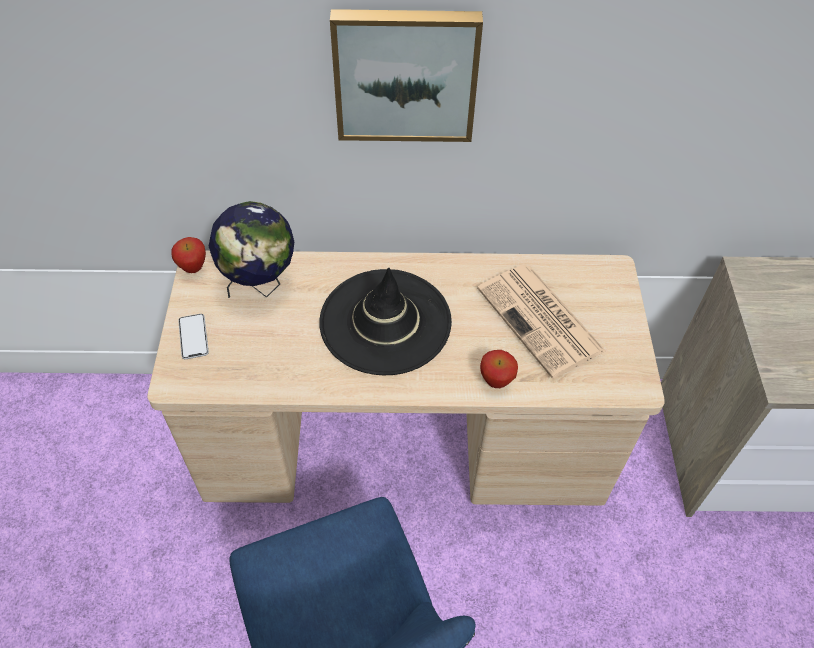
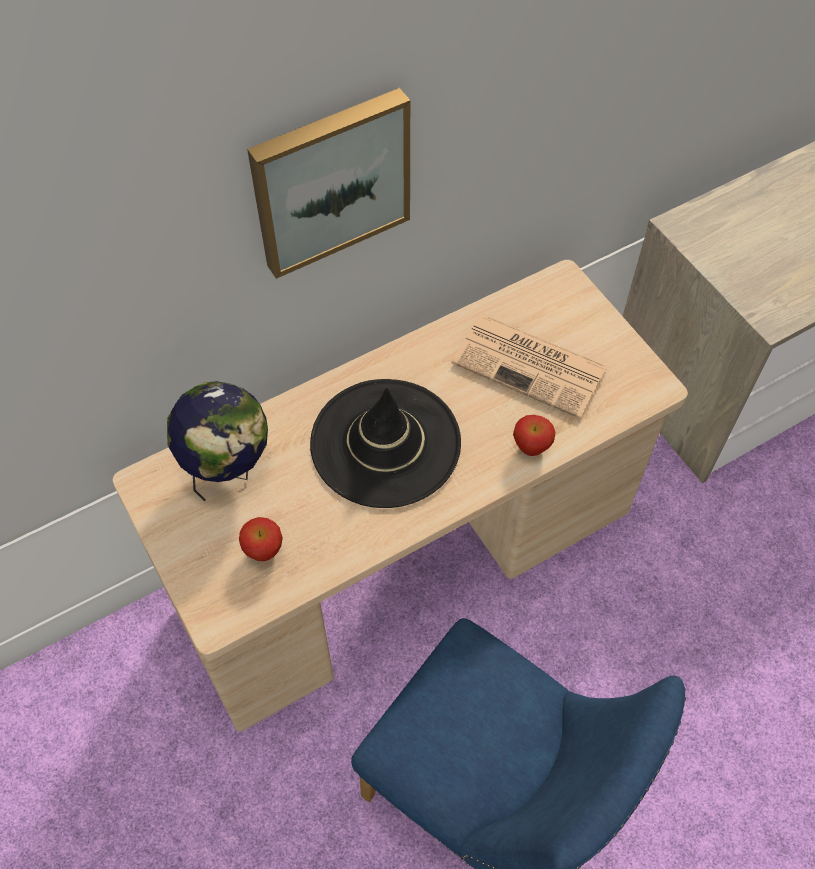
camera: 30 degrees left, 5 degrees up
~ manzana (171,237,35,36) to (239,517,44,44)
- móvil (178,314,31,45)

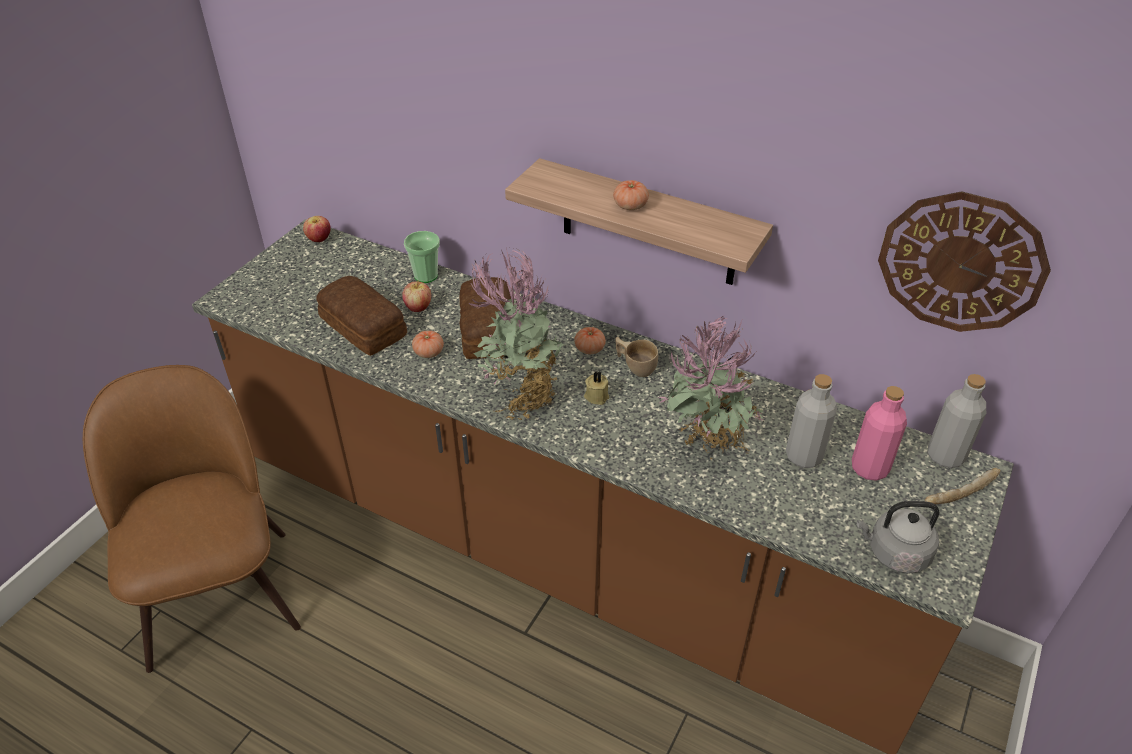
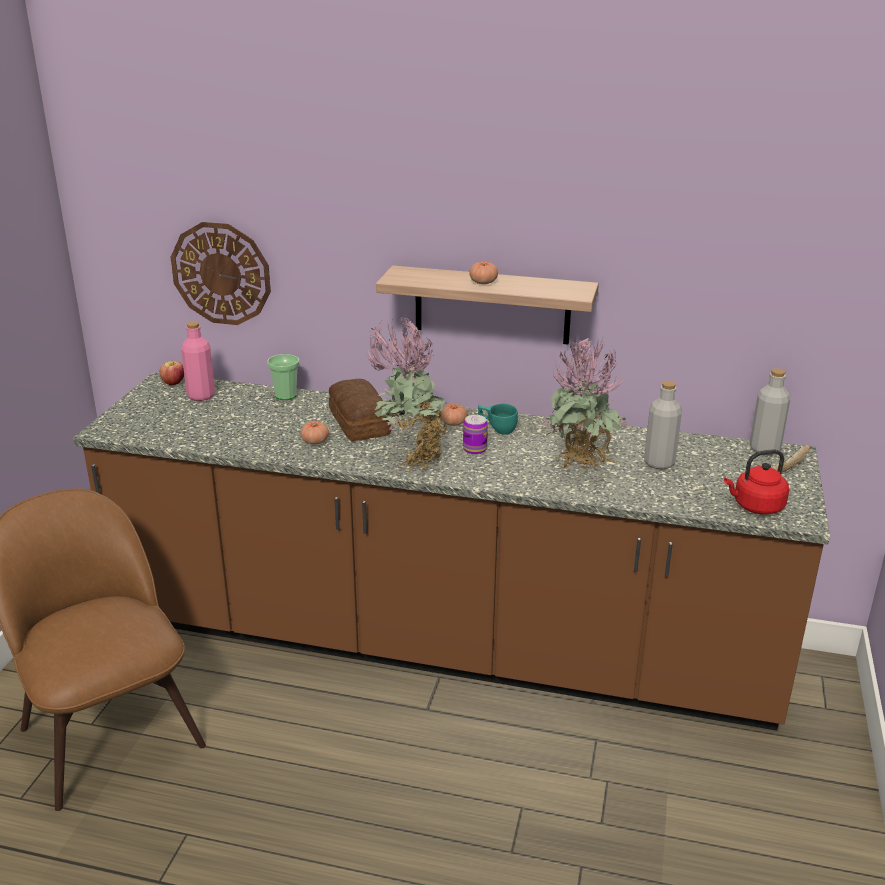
camera: 15 degrees left, 15 degrees down
~ reloj de pared (878,191,173,141) to (171,222,100,103)
~ botella/rosa (852,386,55,95) to (181,321,34,80)
~ vela/beis (584,371,25,34) to lata (463,415,25,40)
~ taza/beis (616,337,42,40) to taza/turquesa (478,404,40,31)
~ hervidor/gris (857,501,82,73) to hervidor/rojo (724,450,65,65)
- pan (316,276,91,80)
- manzana (402,281,29,31)

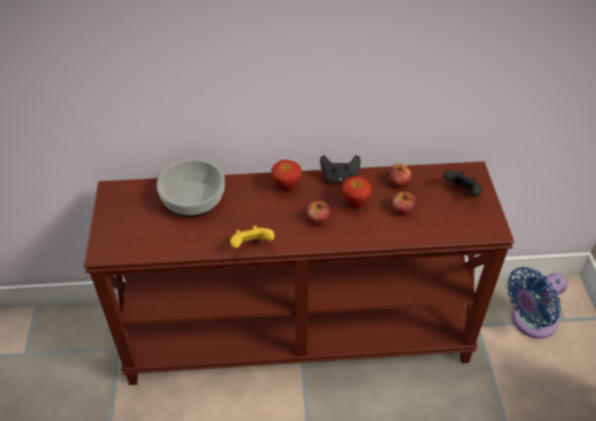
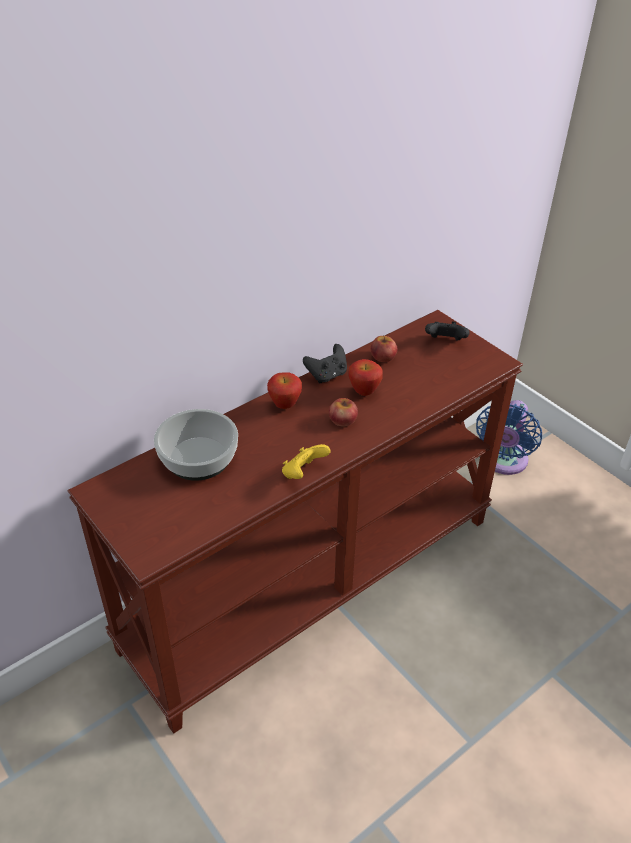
camera: 35 degrees left, 5 degrees down
- manzana (391,191,26,25)

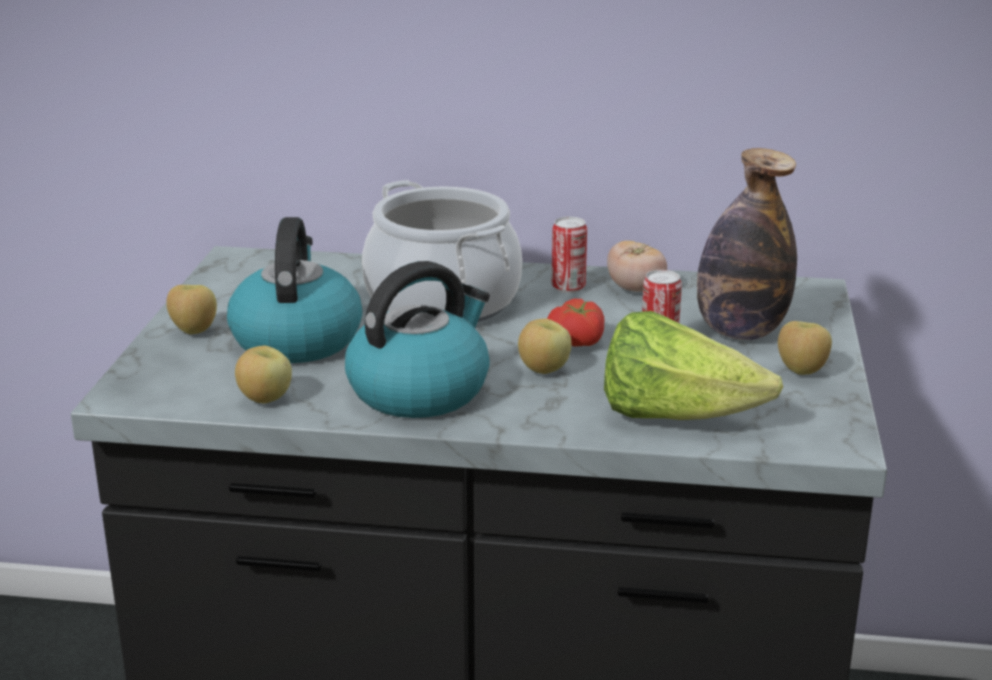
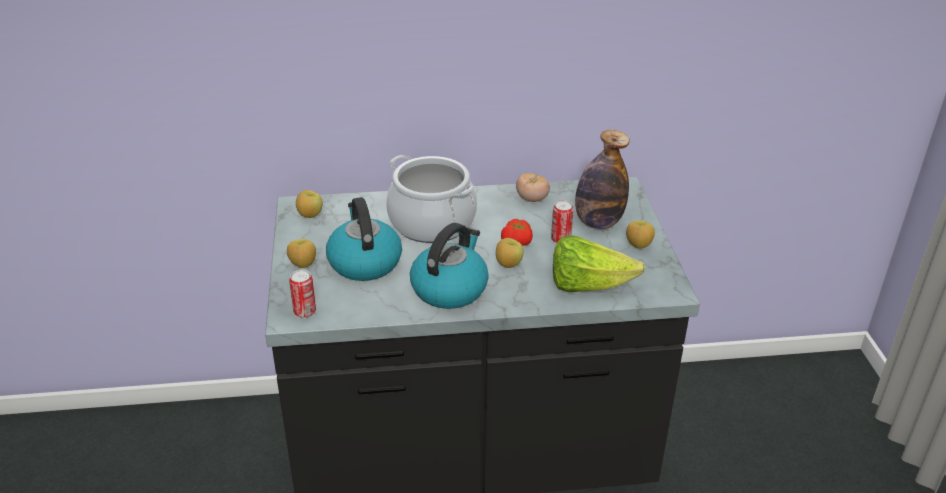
camera: 15 degrees left, 10 degrees up
~ lata (551,217,36,76) to (289,269,27,49)
~ manzana (235,346,57,58) to (296,190,27,28)

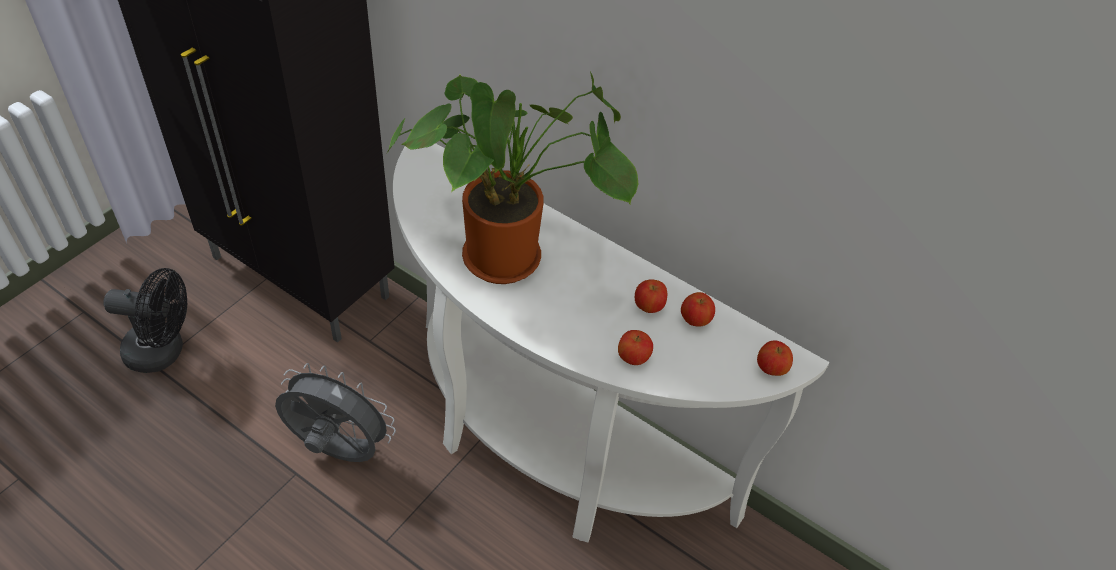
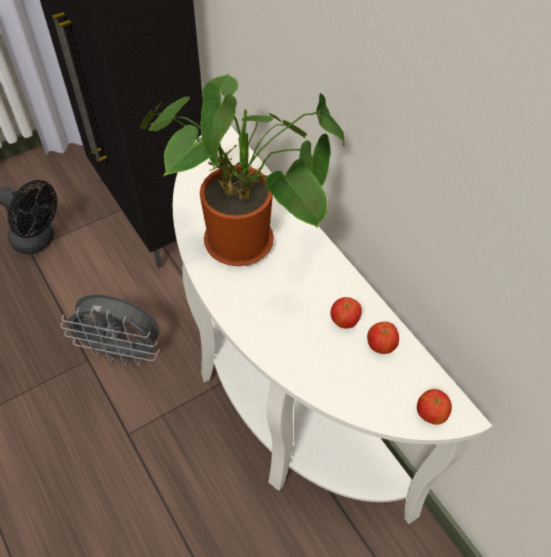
camera: 25 degrees right, 5 degrees up
~ ventilador/gris (275,363,121,99) = (61,294,99,72) 150 degrees clockwise
- manzana (618,330,35,35)

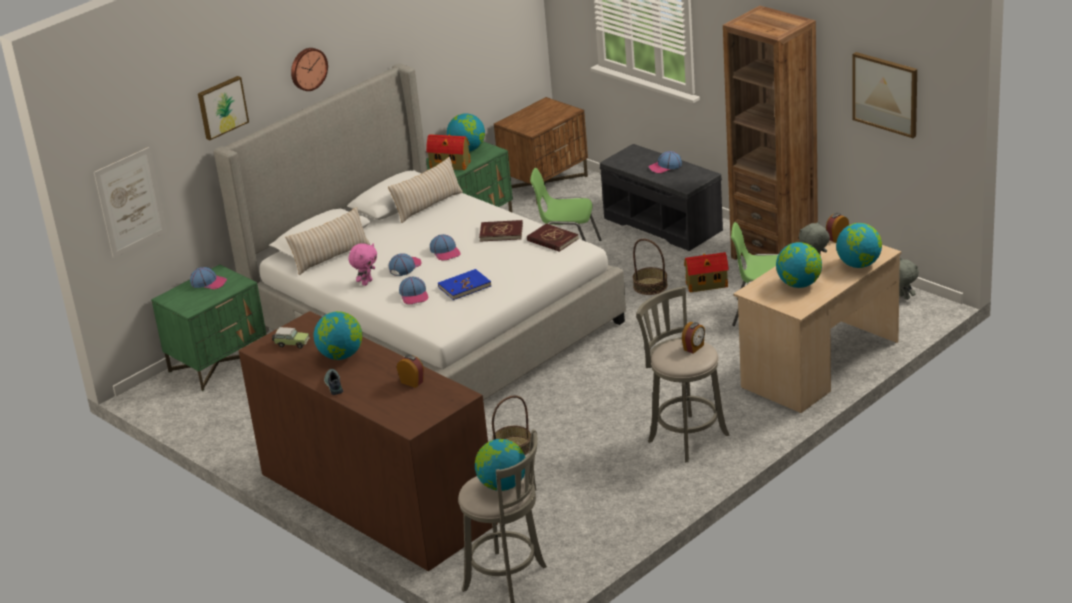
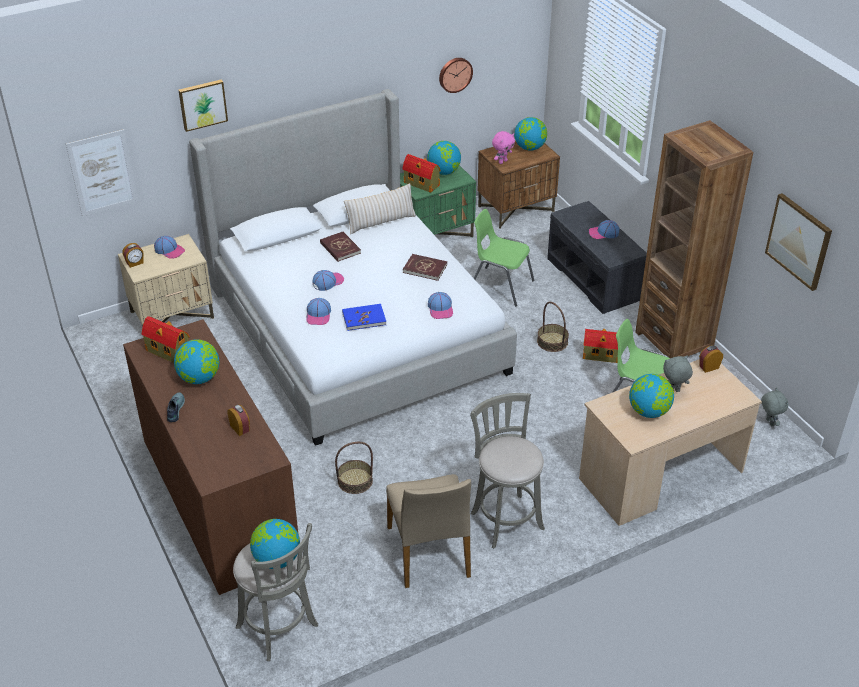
camera: 15 degrees right, 10 degrees up
~ mesita de noche/verde (151,264,116,127) to mesita de noche/beis (118,234,96,93)
~ despertador (682,322,23,32) to (122,243,22,25)
~ coche de juguete (272,327,38,22) to casita (141,316,49,47)
~ libro/rojo (527,224,52,28) to (320,232,41,30)
+ silla/beis (386,474,85,114)
~ gorra (430,234,30,27) to (428,292,25,27)
~ reloj de pared (291,48,37,43) to (439,58,34,35)
~ peluche/rosa (348,243,29,43) to (492,131,23,33)
~ globo terráqueo (836,223,46,45) to (514,117,33,34)
- cojín/beis (285,207,85,68)

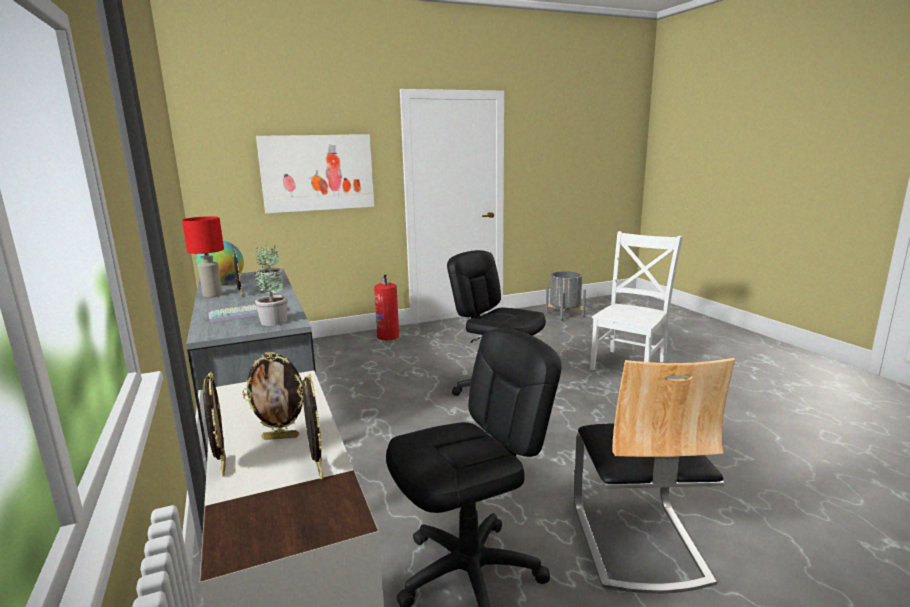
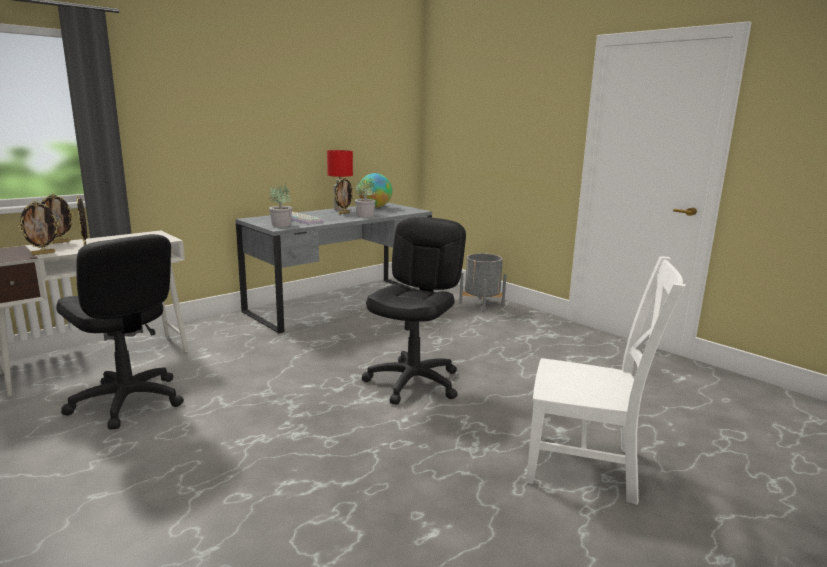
camera: 70 degrees right, 0 degrees up
~ maceta/gris (546,271,40,50) to (459,253,48,59)
- cuadro (256,134,118,79)
- extintor (374,275,25,65)
- silla (574,358,161,236)

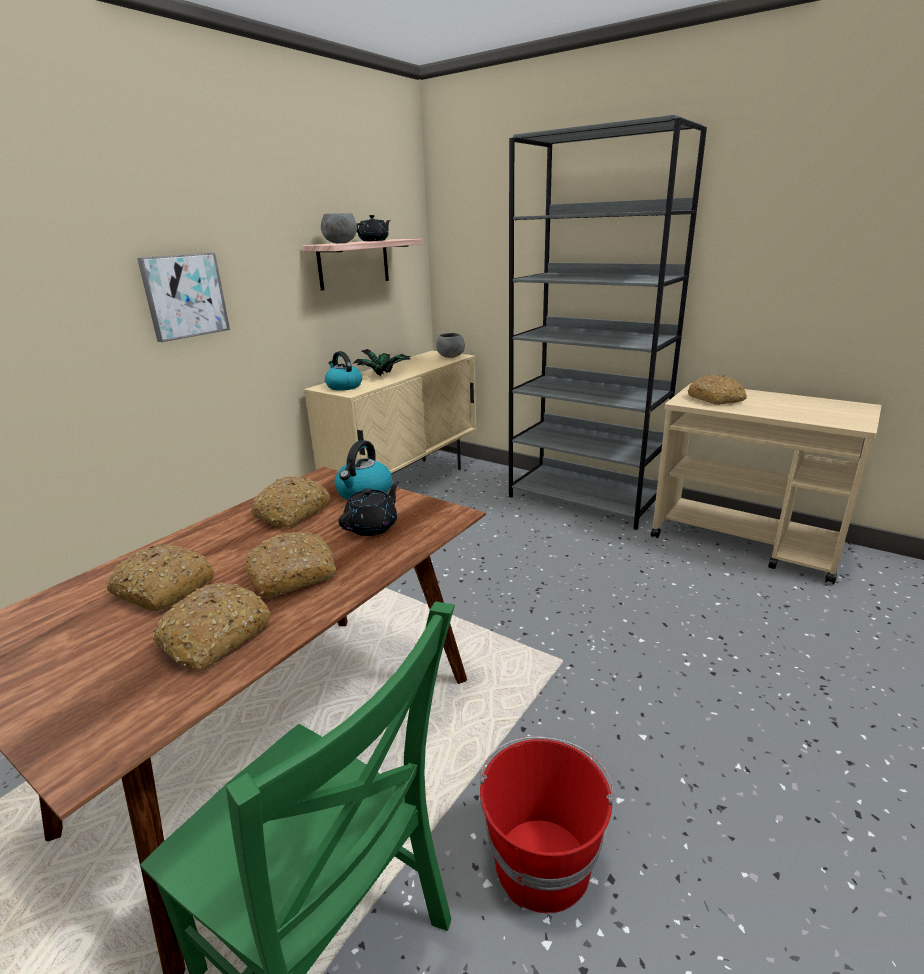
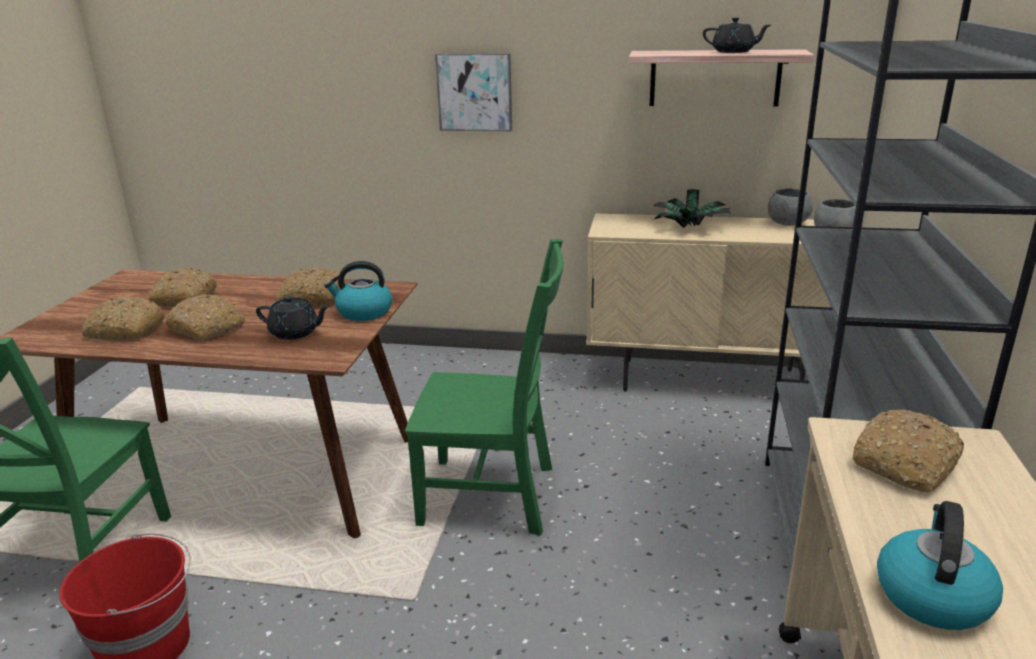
camera: 65 degrees right, 0 degrees up
+ silla/verde (405,239,158,297)
~ cuenco/gris (321,213,36,30) to (768,188,45,38)
~ hervidor (325,351,37,40) to (877,501,126,129)

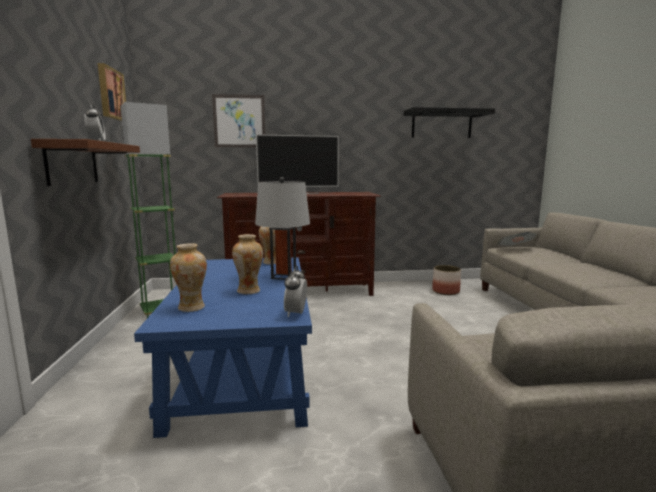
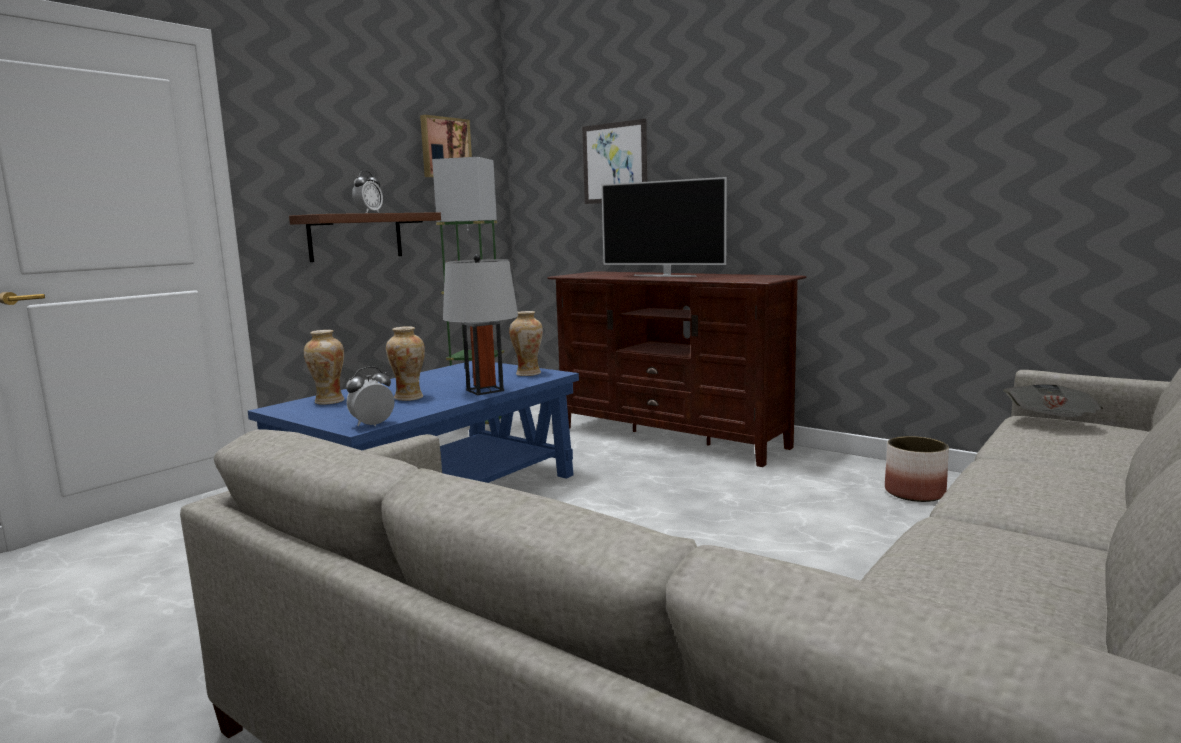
camera: 45 degrees right, 0 degrees up
- estante/negro (403,107,92,31)

